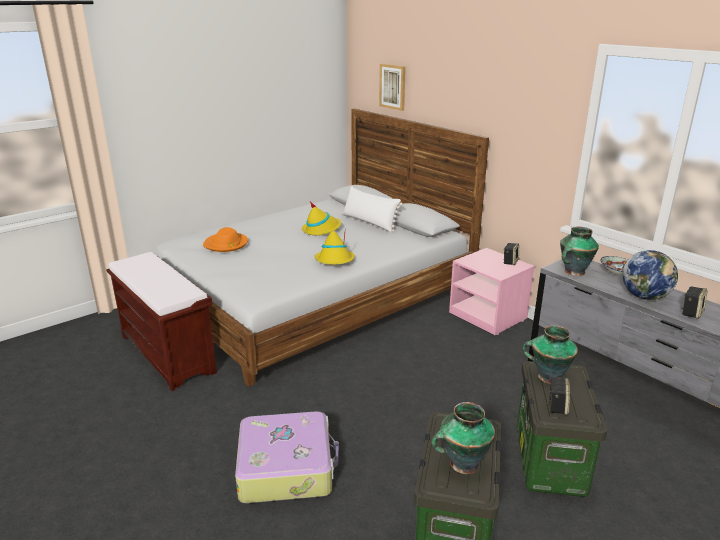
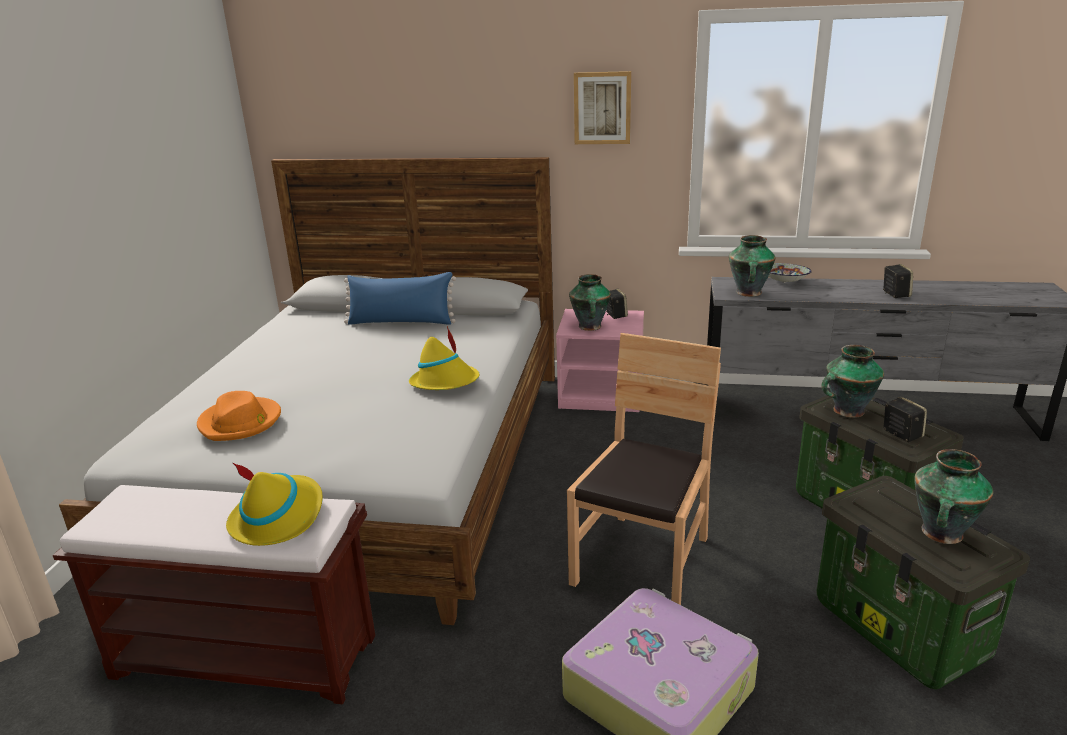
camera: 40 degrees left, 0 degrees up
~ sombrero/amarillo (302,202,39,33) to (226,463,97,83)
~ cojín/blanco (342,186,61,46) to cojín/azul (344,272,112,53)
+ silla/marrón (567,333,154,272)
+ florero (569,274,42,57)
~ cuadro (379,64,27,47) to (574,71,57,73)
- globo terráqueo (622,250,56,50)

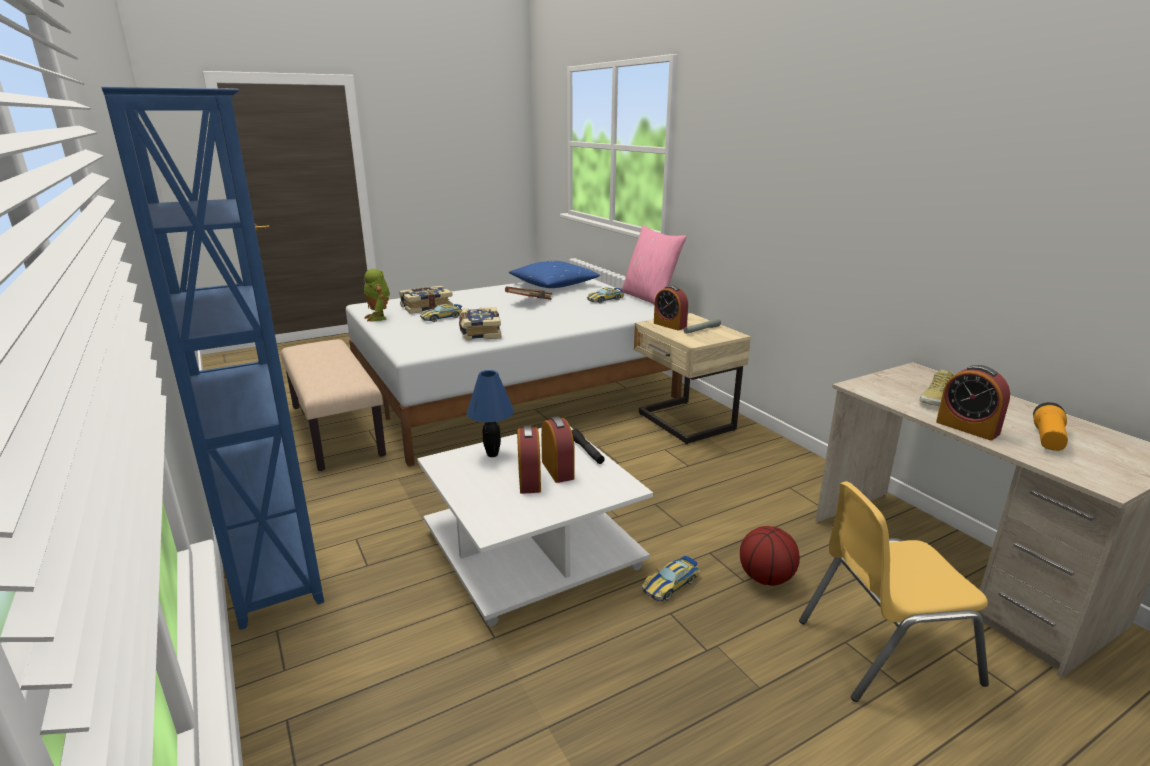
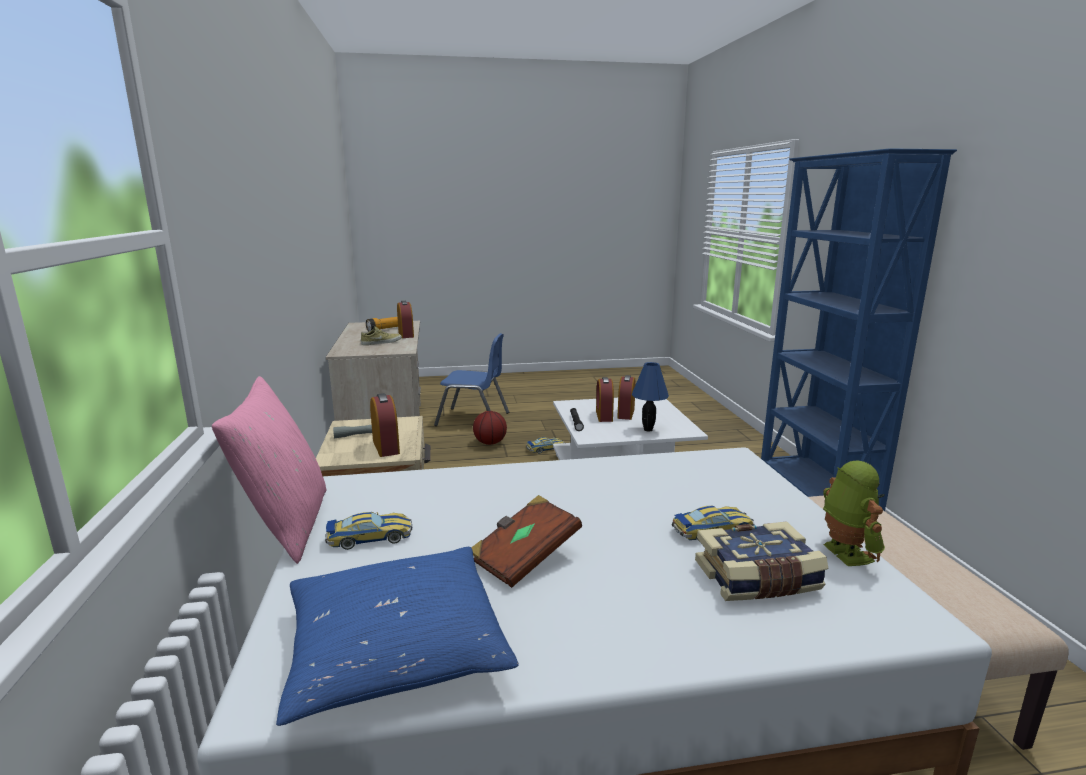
camera: 160 degrees left, 5 degrees down
~ silla/amarillo (799,481,190,221) to silla/azul (434,333,75,93)
- libro (459,307,42,34)

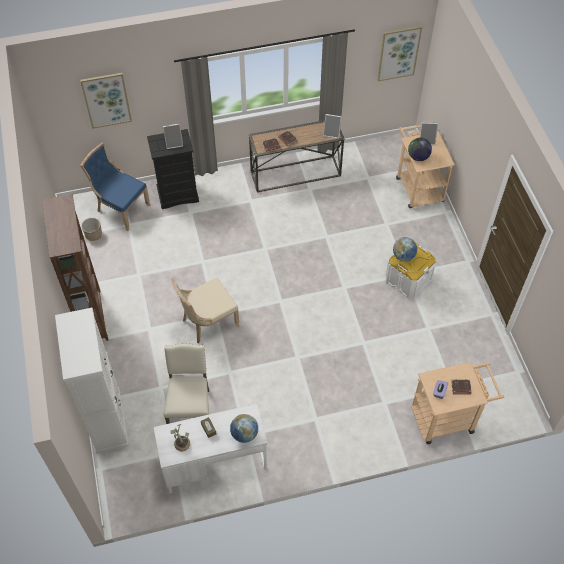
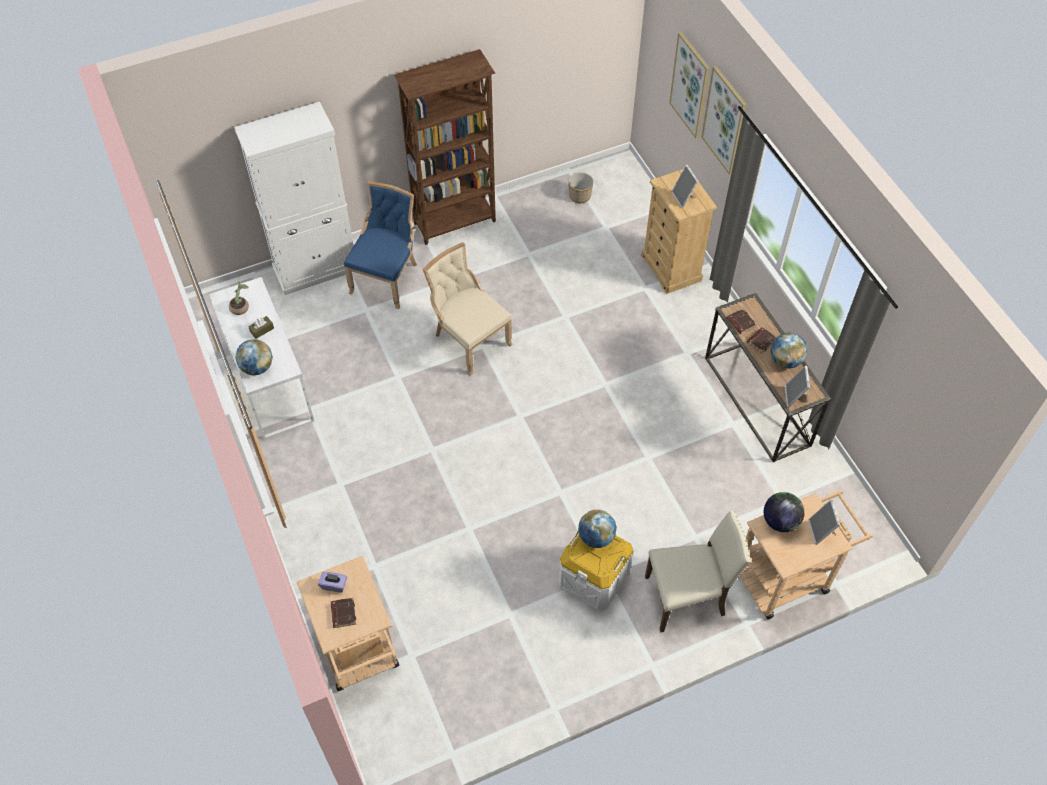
camera: 80 degrees right, 0 degrees up
~ silla/azul (80,143,71,88) to (344,181,73,128)
~ cómoda/negro (147,129,52,80) to cómoda/beis (642,169,75,125)
~ silla/beis (164,343,45,81) to (645,510,107,123)
~ cuadro (377,26,45,55) to (701,66,46,109)
+ globo terráqueo (770,332,38,36)

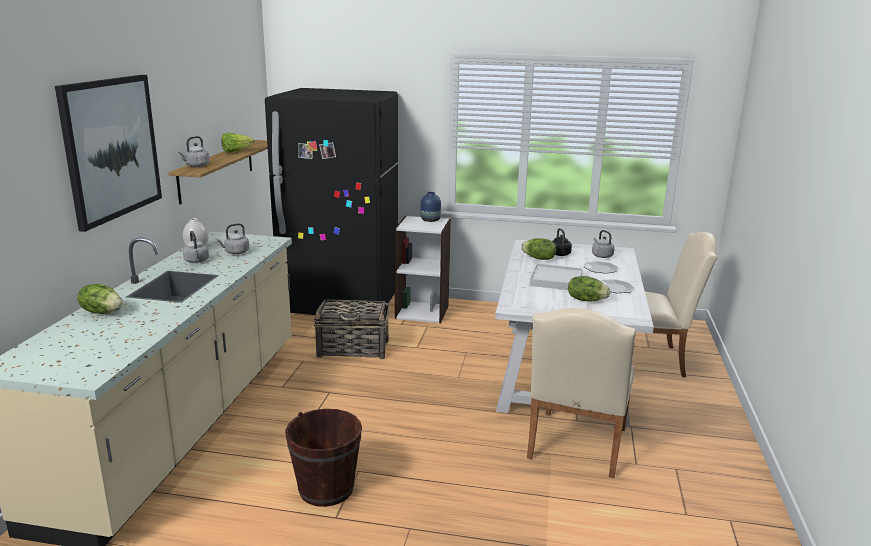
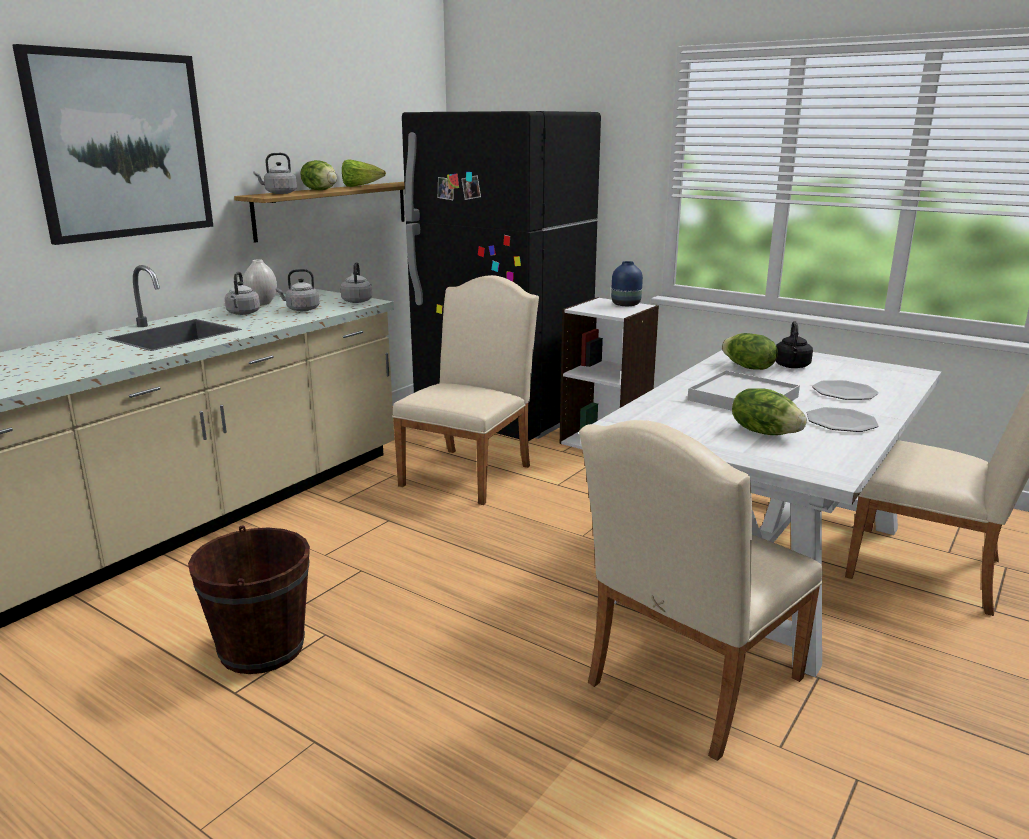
camera: 25 degrees right, 0 degrees up
~ lechuga (77,284,46,30) to (301,160,36,30)
~ hervidor/gris (592,230,23,28) to (340,262,32,41)
~ cesta (313,299,77,60) to silla/beis (392,275,147,230)

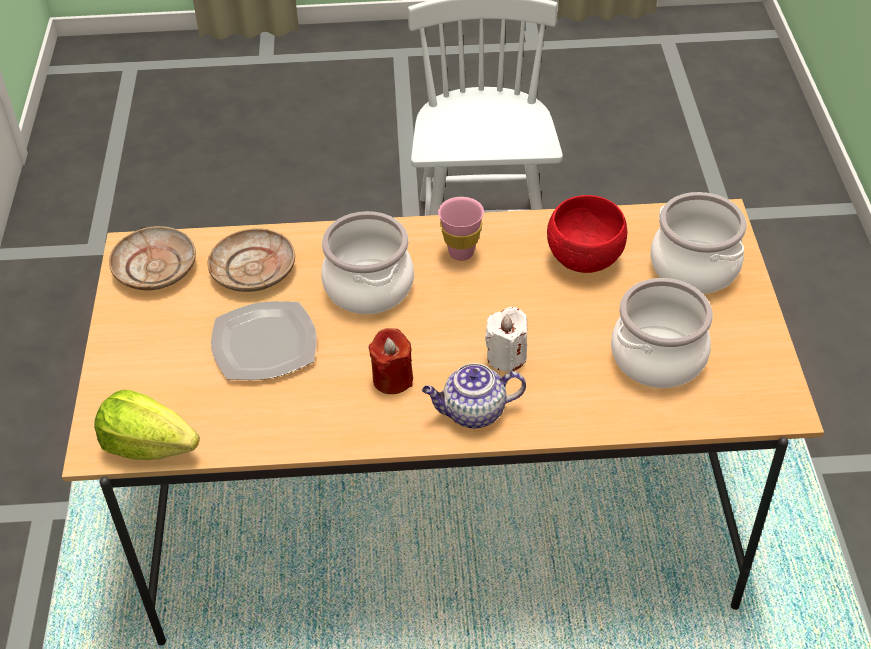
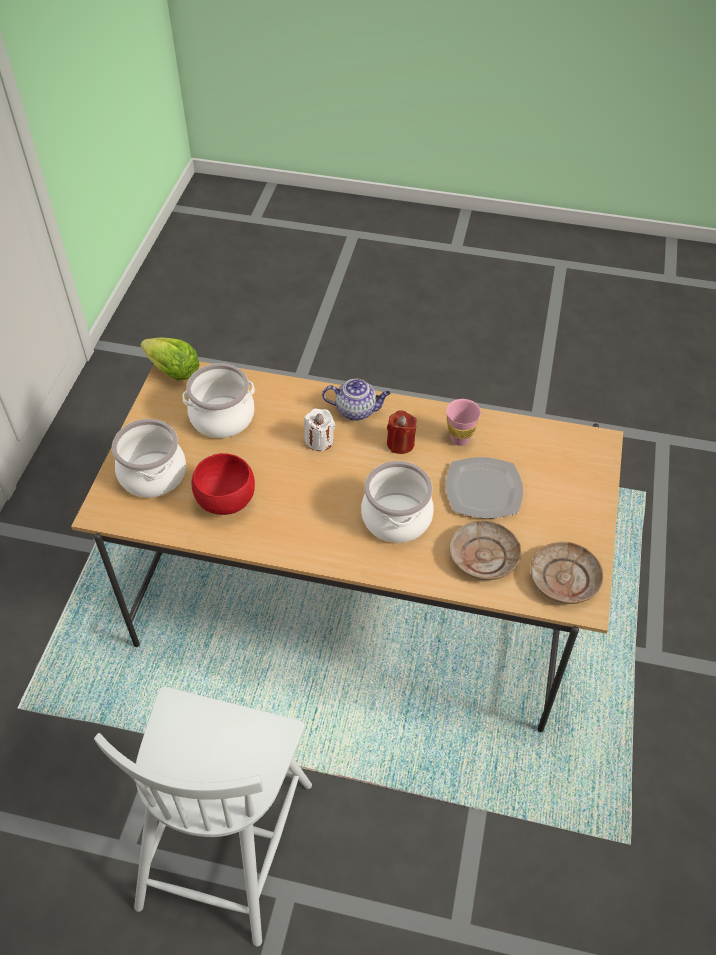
camera: 165 degrees left, 5 degrees up
~ lechuga (94,389,106,71) to (141,337,59,43)
~ taza/rosa (438,197,46,64) to (446,399,35,47)

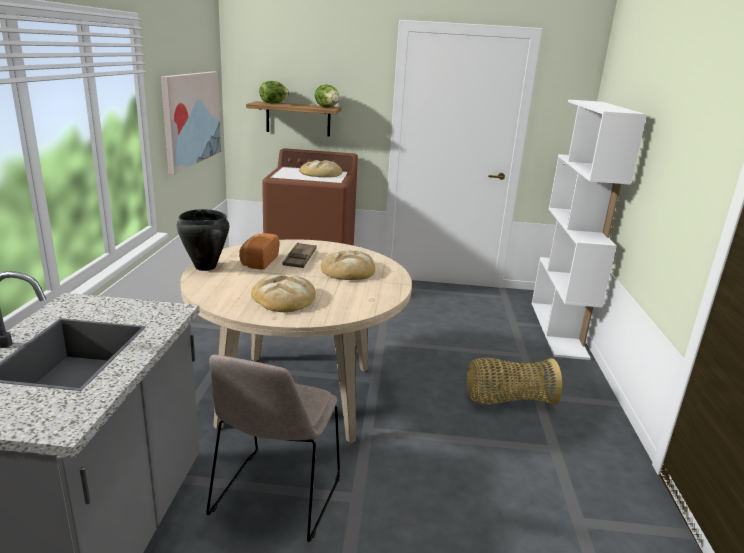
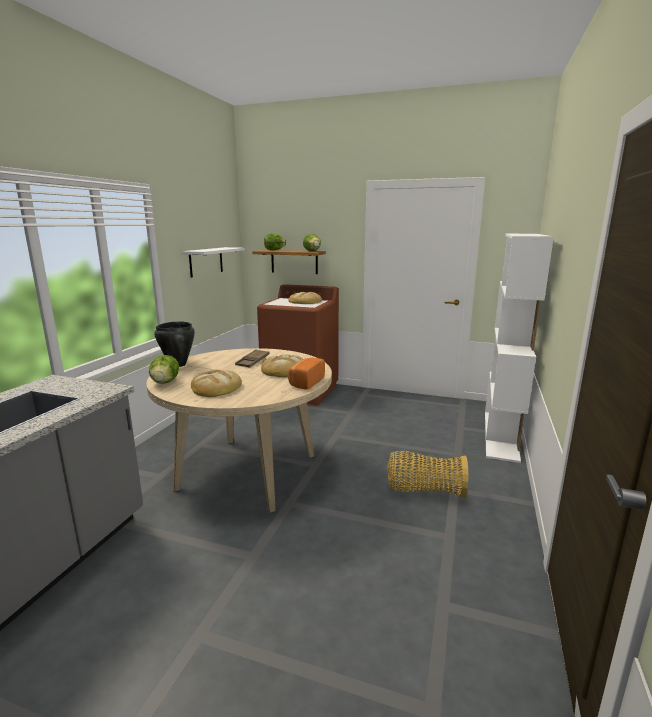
camera: 15 degrees right, 5 degrees down
+ lechuga (149,355,30,29)
~ cuadro (161,71,60,104) to estante/blanco (182,247,63,31)
~ pan (239,233,40,36) to (288,358,37,31)
- silla/beis (206,354,134,188)

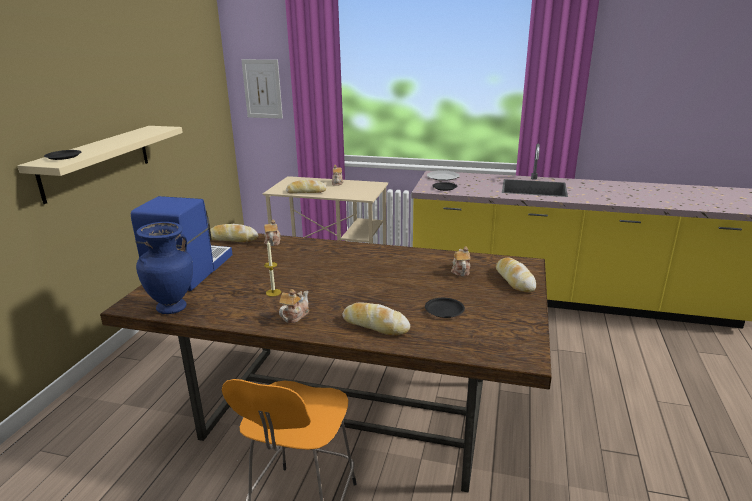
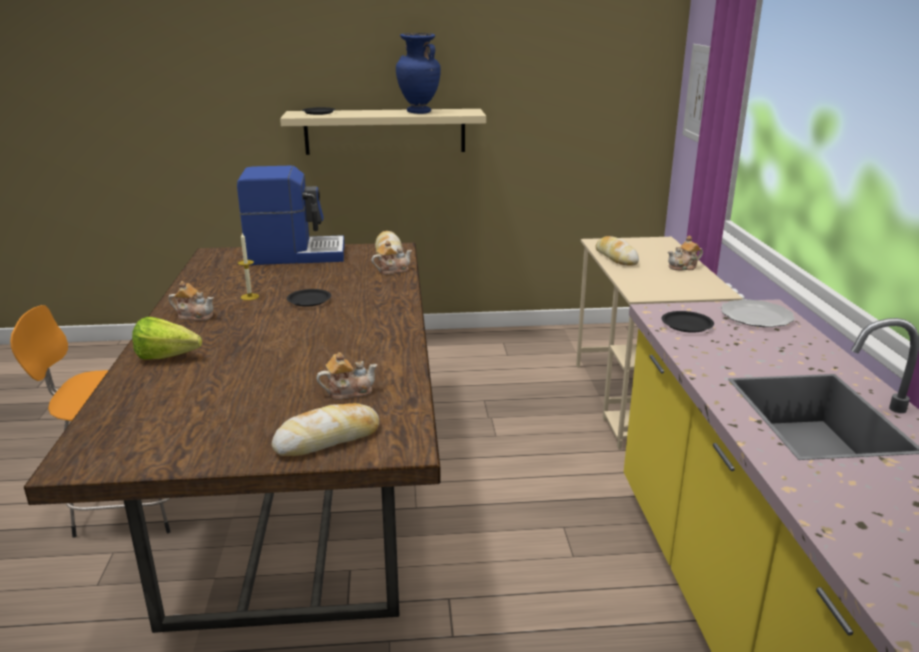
camera: 70 degrees right, 0 degrees up
~ pan (343,302,68,34) to lechuga (132,317,70,42)
~ plato/negro (425,298,40,20) to (287,289,44,18)
~ florero/azul (136,222,57,92) to (396,33,45,81)

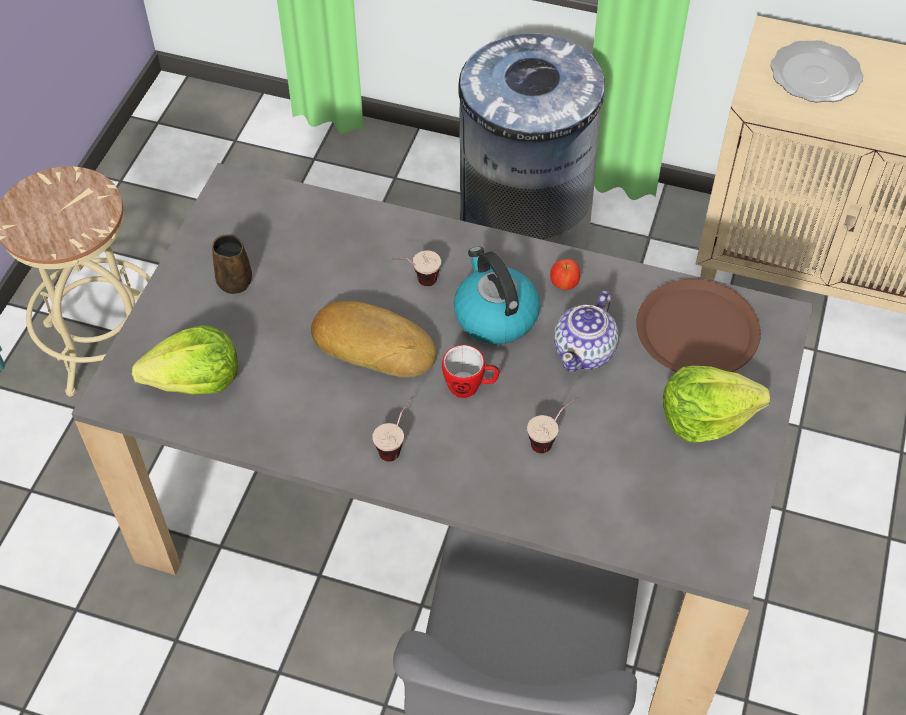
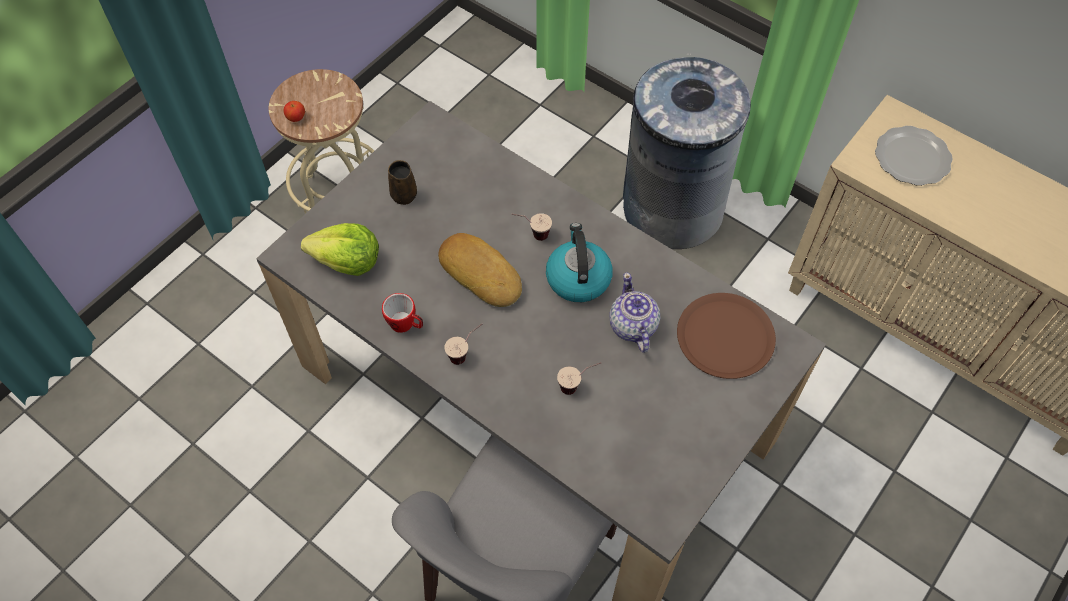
camera: 20 degrees right, 5 degrees up
~ manzana (550,259,30,31) to (284,101,21,21)
~ taza grande (442,345,58,53) to (382,293,41,40)
~ tetera (554,291,65,81) = (609,272,51,81) 120 degrees clockwise
- lechuga (663,366,107,77)

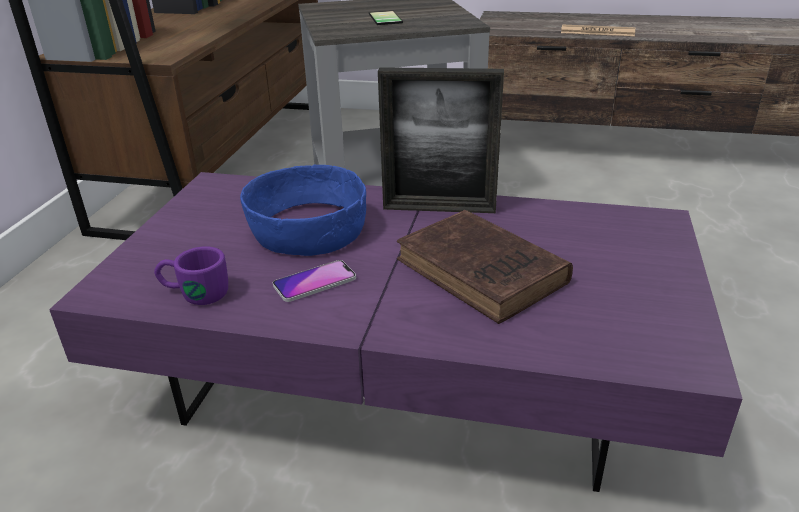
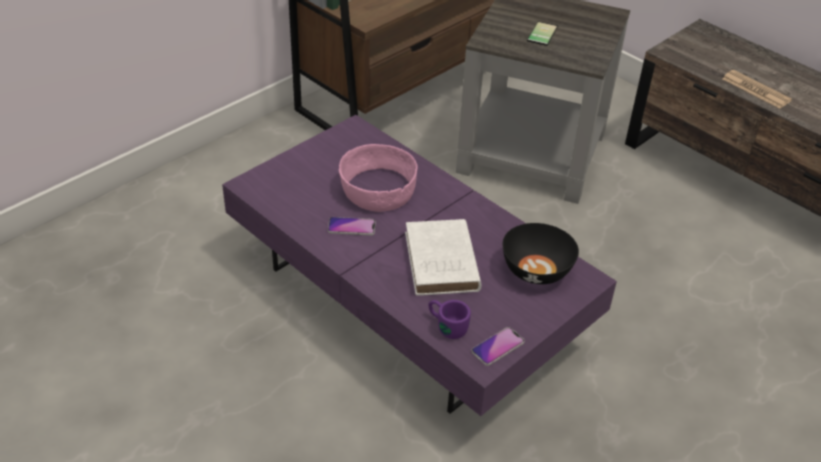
camera: 30 degrees right, 10 degrees up
~ cuenco/azul (240,165,126,91) to cuenco/rosa (339,144,79,68)
~ libro/marrón (397,210,176,114) to libro/blanco (405,219,77,77)
~ taza grande/morado (154,246,74,59) to (428,300,43,39)
+ móvil (471,327,53,39)
+ cuenco/negro (503,223,76,61)
- portarretratos (378,67,126,146)

